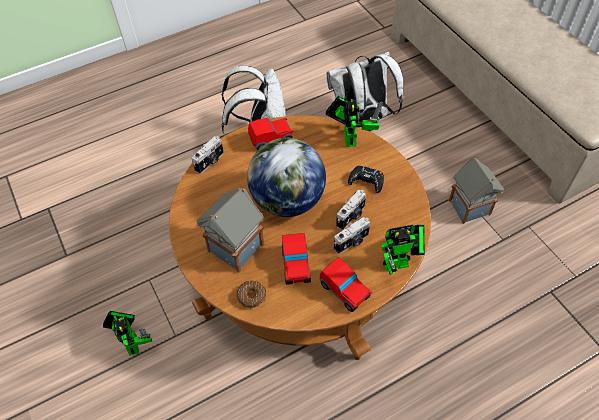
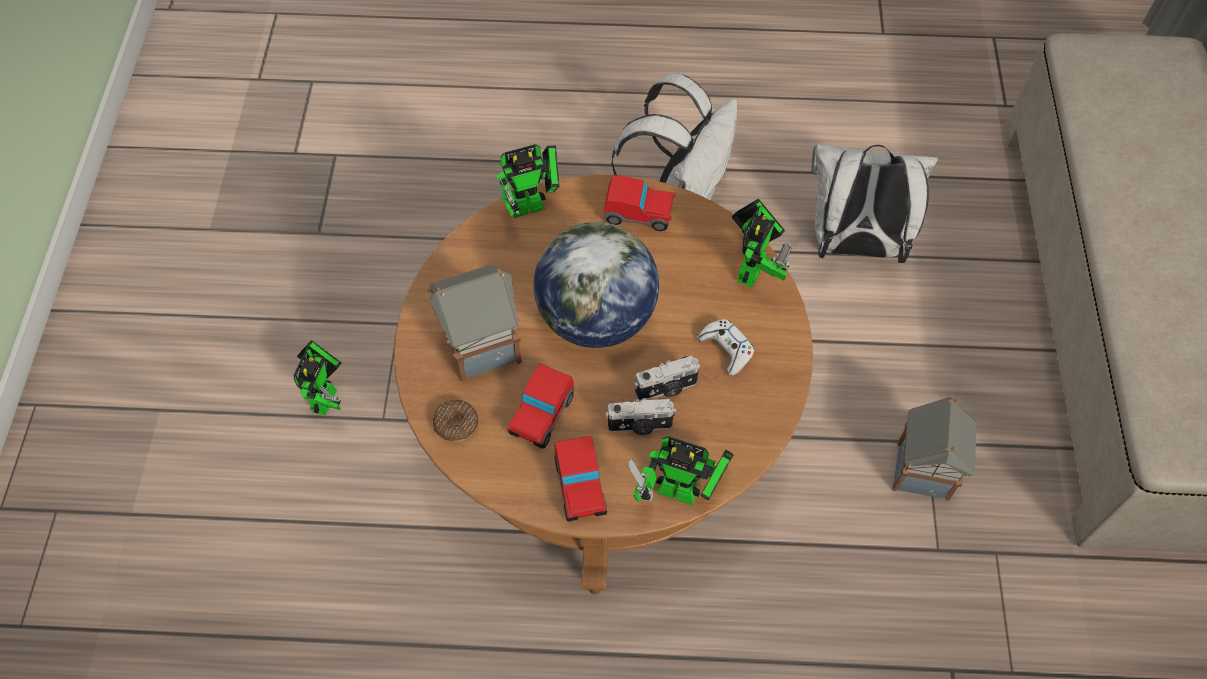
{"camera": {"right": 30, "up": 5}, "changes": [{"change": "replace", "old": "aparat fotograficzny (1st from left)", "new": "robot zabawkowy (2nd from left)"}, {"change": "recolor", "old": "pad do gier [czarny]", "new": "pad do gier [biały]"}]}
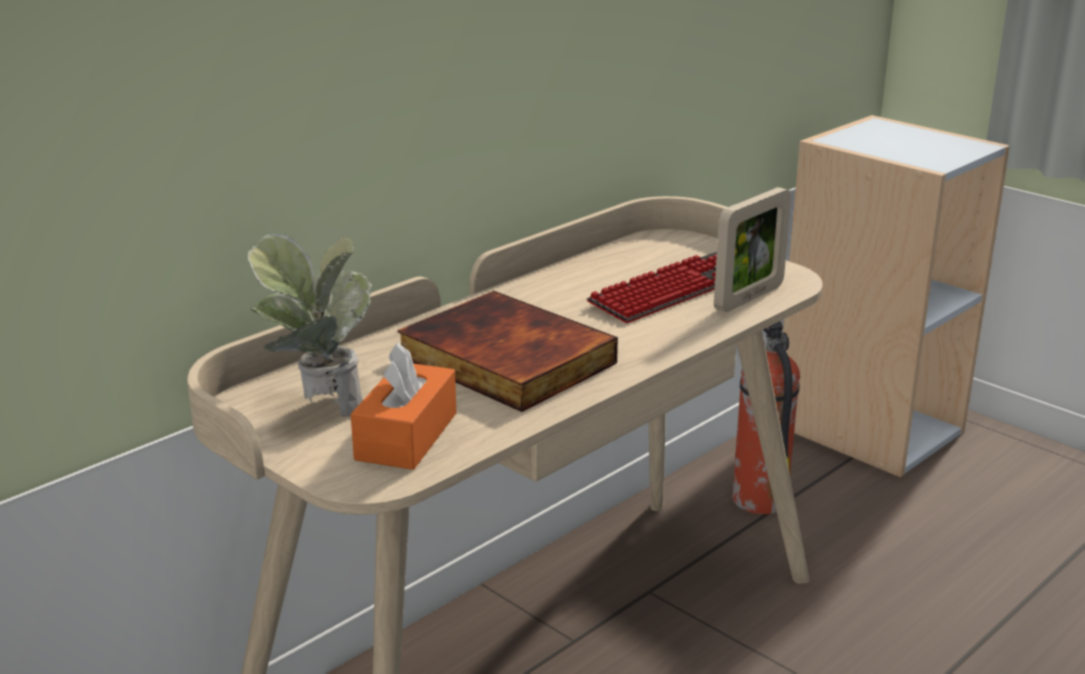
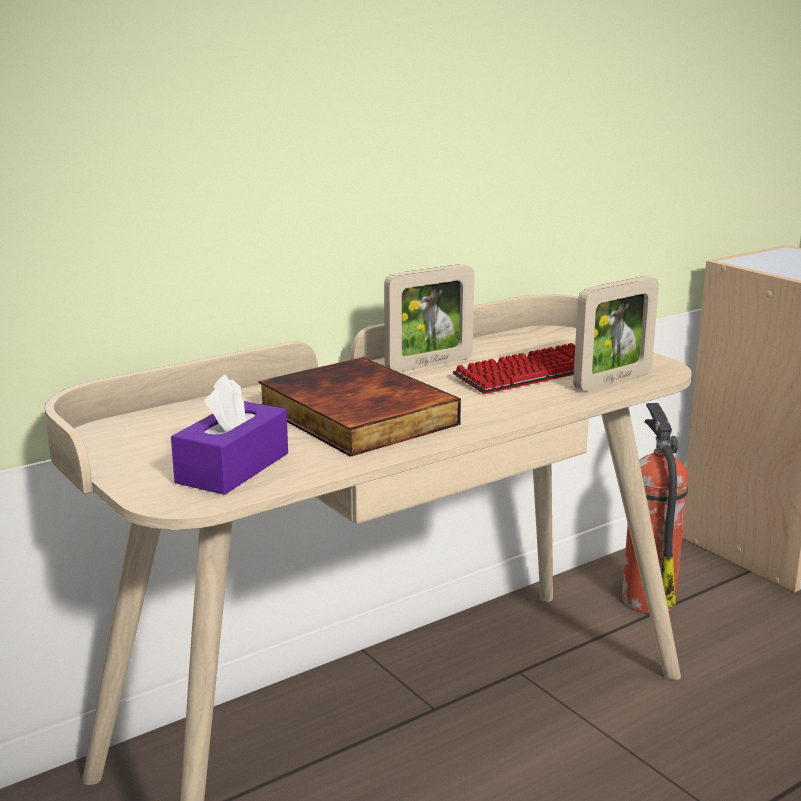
{"camera": {"right": 10, "up": -5}, "changes": [{"change": "delete", "old": "roślina doniczkowa"}, {"change": "recolor", "old": "pudełko chusteczek [pomarańczowy]", "new": "pudełko chusteczek [fioletowy]"}, {"change": "insert", "new": "ramka na zdjęcie (1st from left)"}]}
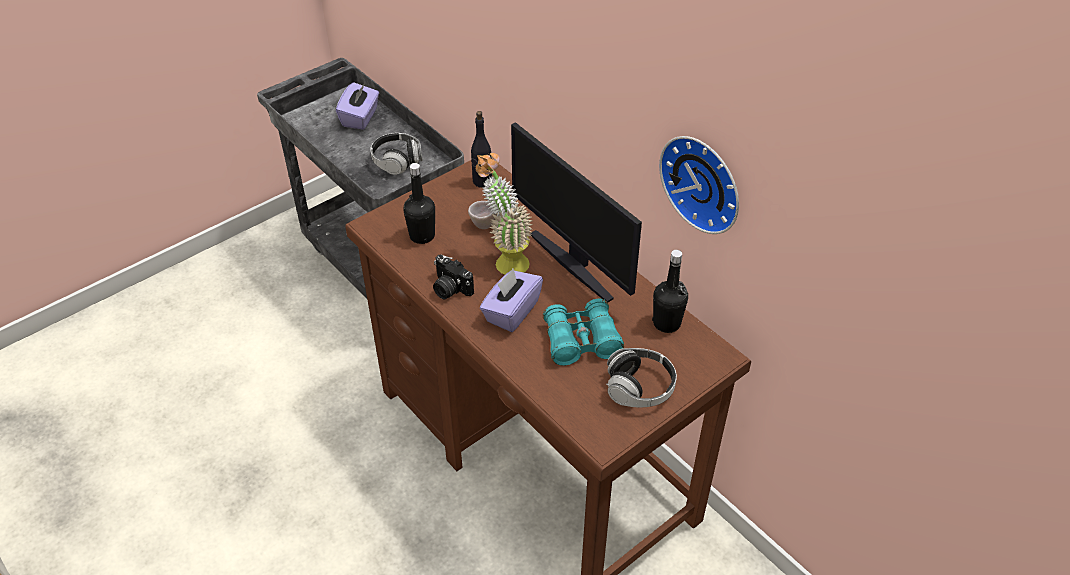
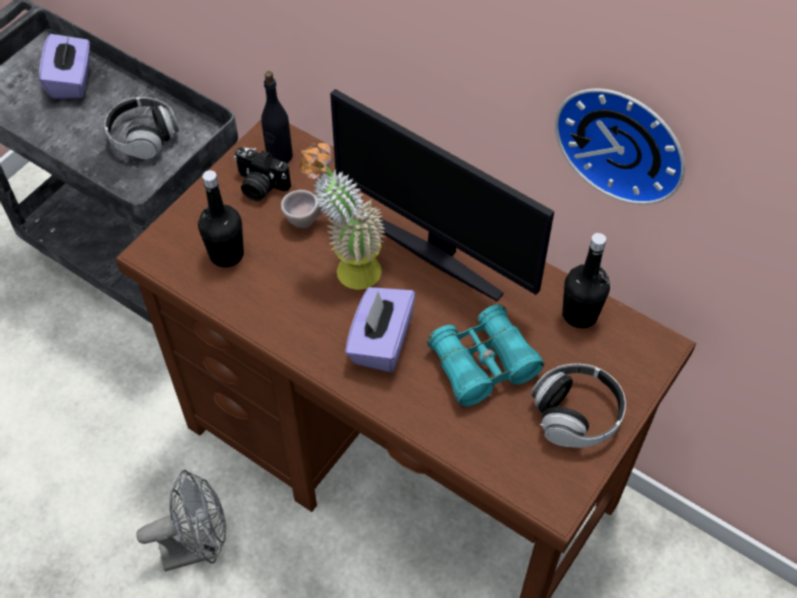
{"camera": {"right": -15, "up": 10}, "changes": [{"change": "move", "old": "aparat fotograficzny"}, {"change": "insert", "new": "wentylator [szary]"}]}
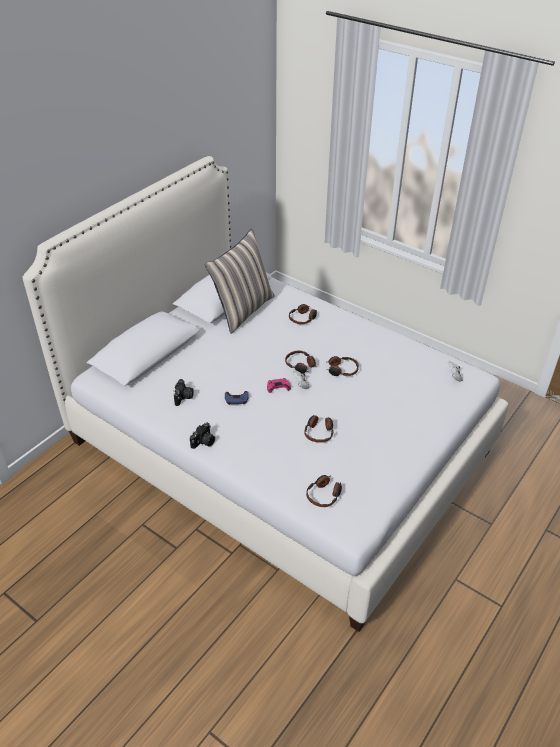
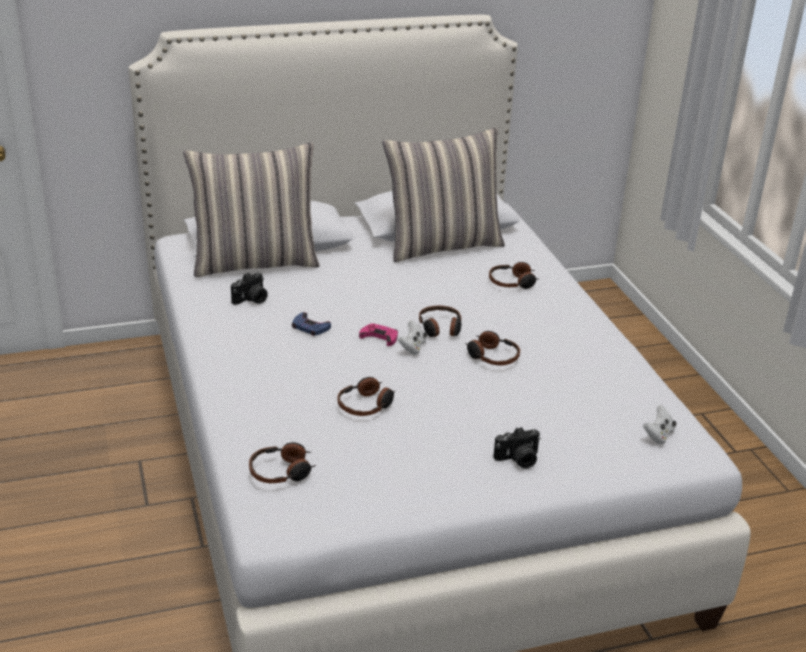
{"camera": {"right": 35, "up": -10}, "changes": [{"change": "move", "old": "aparat fotograficzny (2nd from left)"}, {"change": "insert", "new": "poduszka (1st from left)"}]}
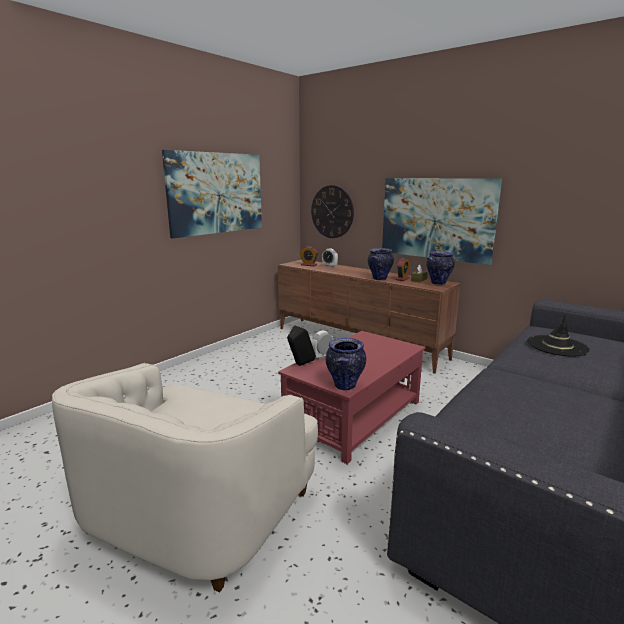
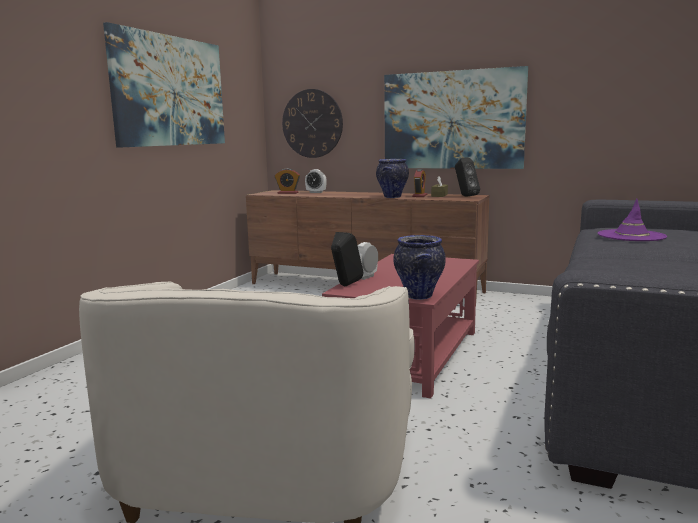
{"camera": {"right": -15, "up": -5}, "changes": [{"change": "replace", "old": "wazon (3rd from left)", "new": "głośnik [czarny] (2nd from left)"}, {"change": "recolor", "old": "kapelusz [czarny]", "new": "kapelusz [fioletowy]"}]}
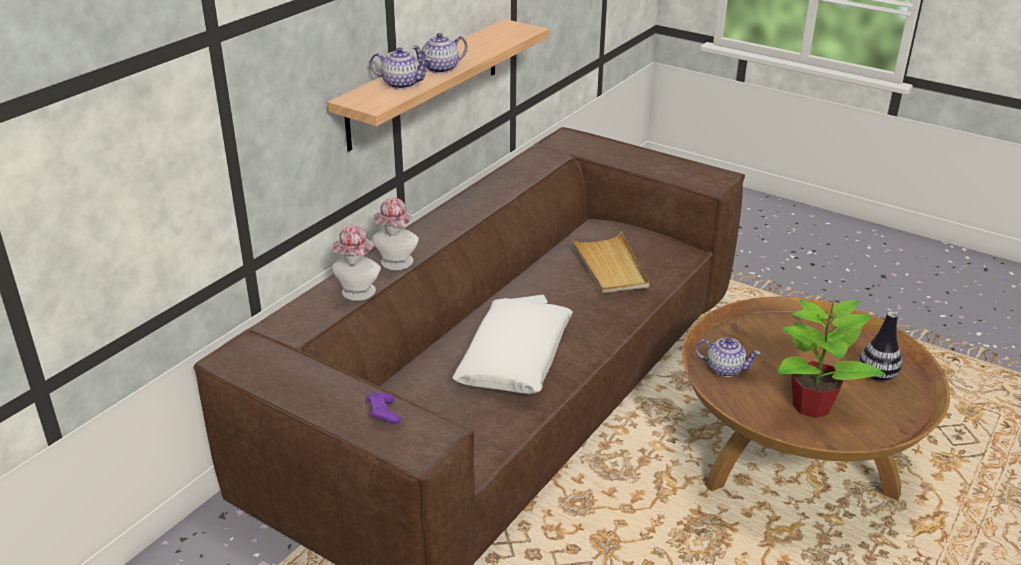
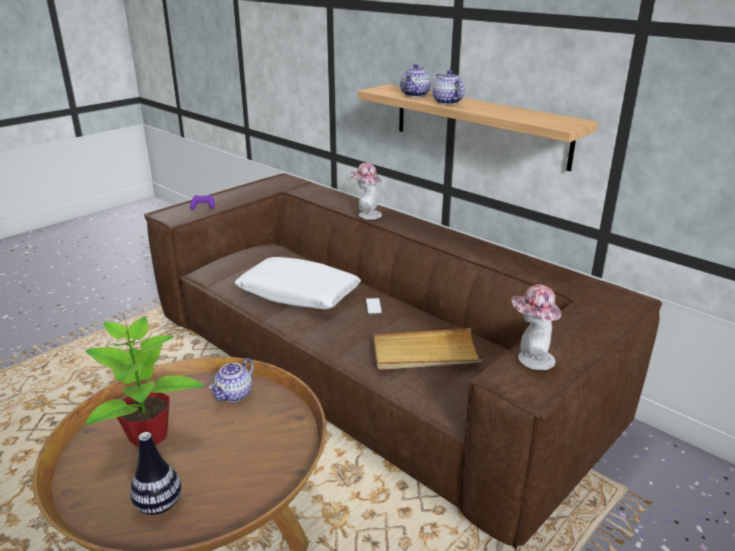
{"camera": {"right": 100, "up": -5}, "changes": [{"change": "move", "old": "kapelusz (1st from left in the first image)", "new": "kapelusz (2nd from left)"}]}
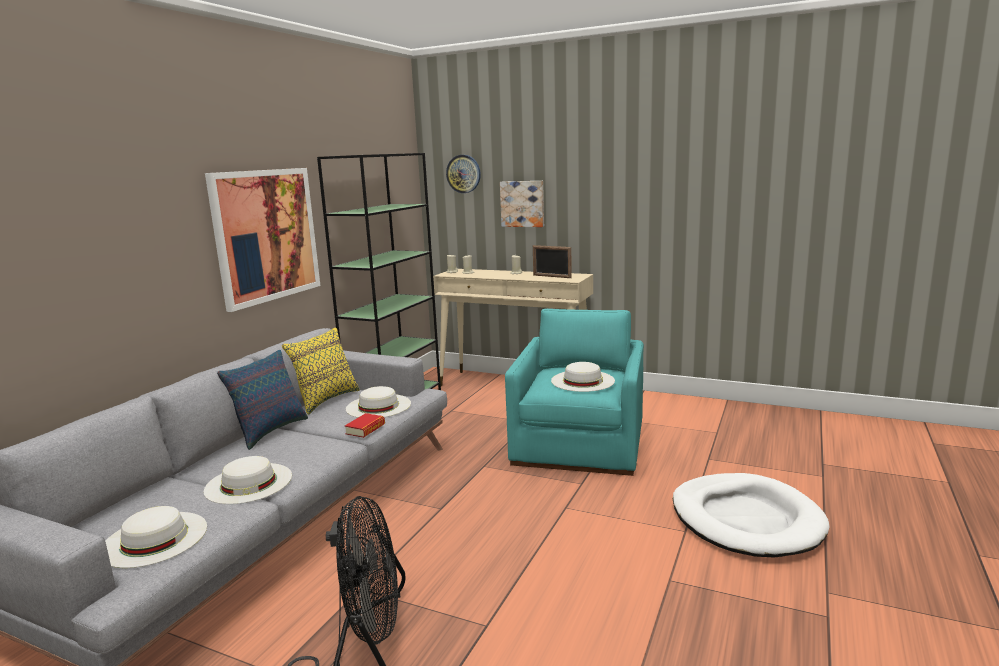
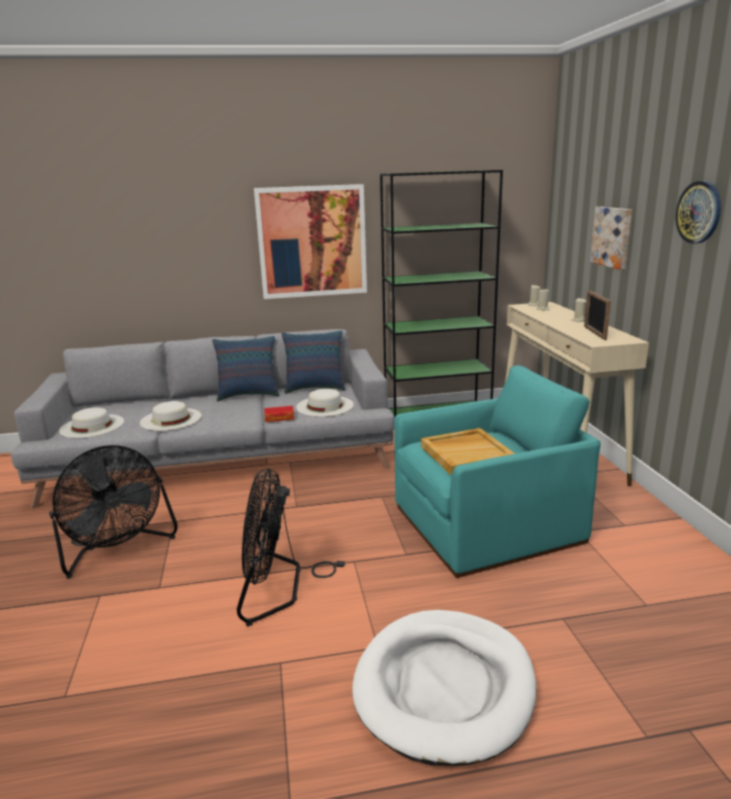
{"camera": {"right": 55, "up": 5}, "changes": [{"change": "move", "old": "zegar ścienny"}, {"change": "recolor", "old": "poduszka [żółty]", "new": "poduszka [niebieski] (2nd from left)"}, {"change": "replace", "old": "kapelusz [biały] (4th from left)", "new": "taca [beżowy]"}, {"change": "insert", "new": "wentylator [czarny] (2nd from left)"}]}
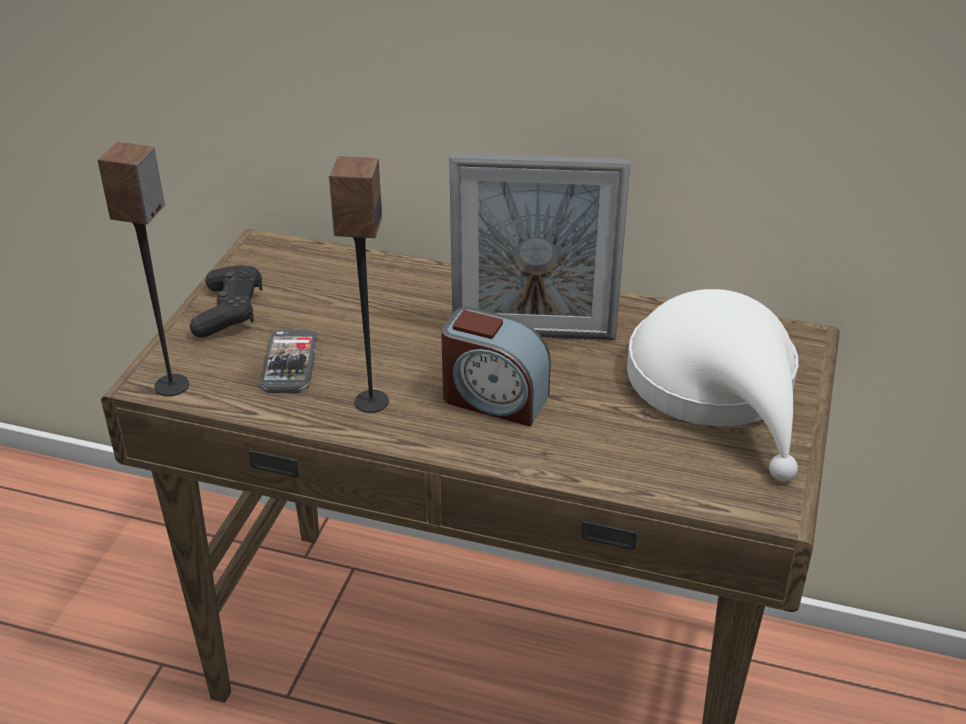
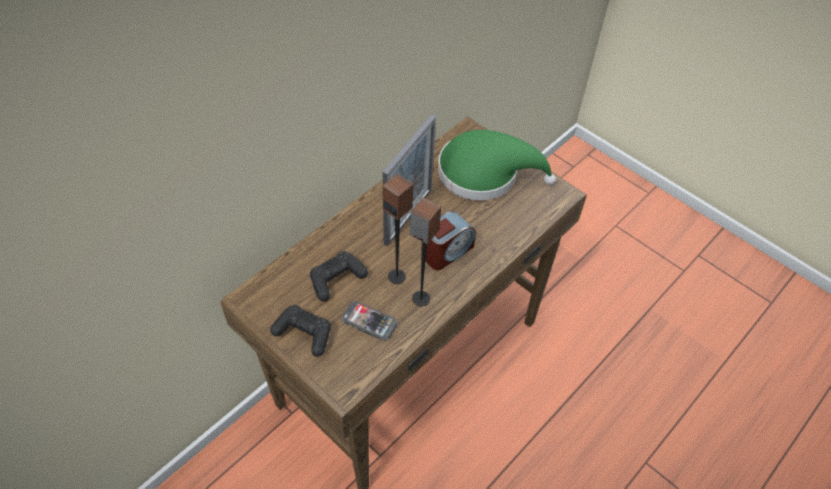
{"camera": {"right": -65, "up": 15}, "changes": [{"change": "move", "old": "głośnik (1st from left)"}, {"change": "recolor", "old": "kapelusz [biały]", "new": "kapelusz [zielony]"}, {"change": "insert", "new": "pad do gier [czarny] (2nd from left)"}]}
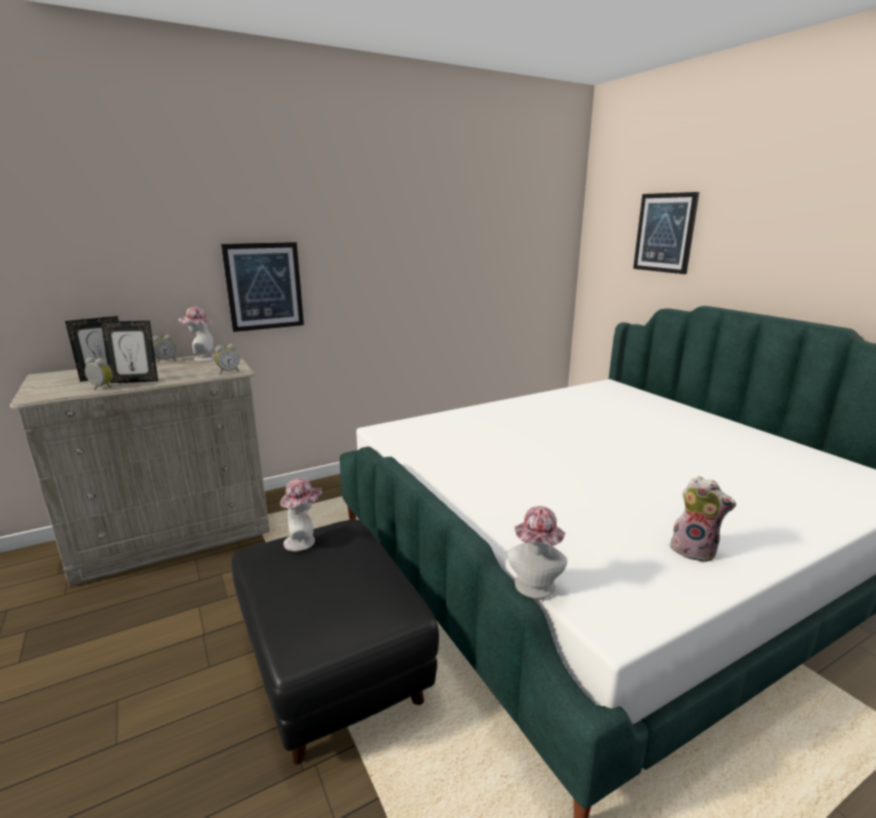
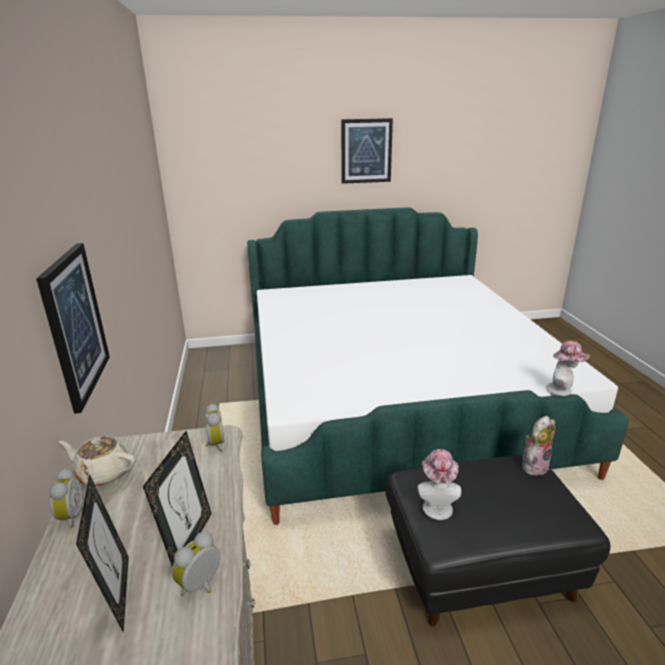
{"camera": {"right": -70, "up": 5}, "changes": [{"change": "move", "old": "obraz (2nd from left)"}, {"change": "replace", "old": "kapelusz (1st from left)", "new": "imbryk [beżowy]"}, {"change": "move", "old": "pluszak"}]}
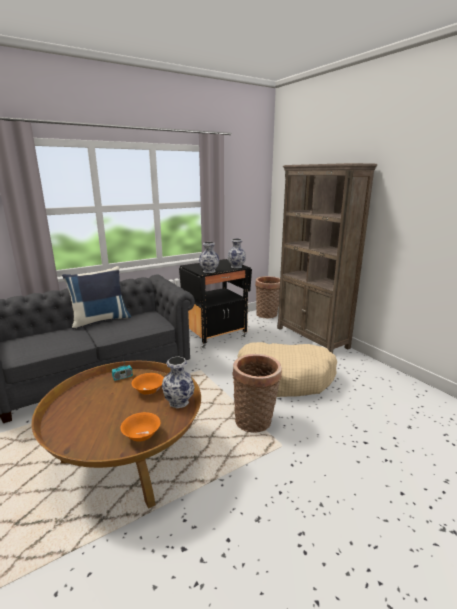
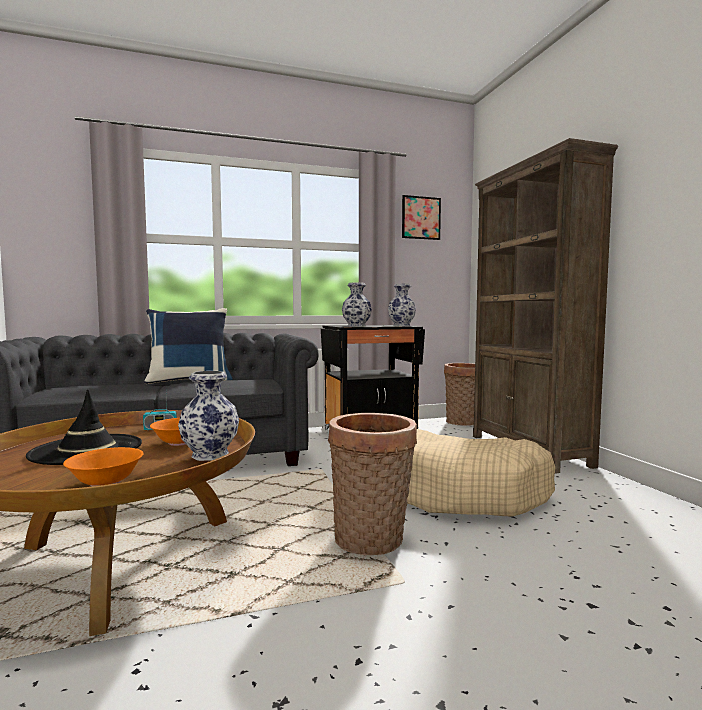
{"camera": {"right": 15, "up": -15}, "changes": [{"change": "insert", "new": "obraz"}, {"change": "insert", "new": "kapelusz [czarny]"}]}
